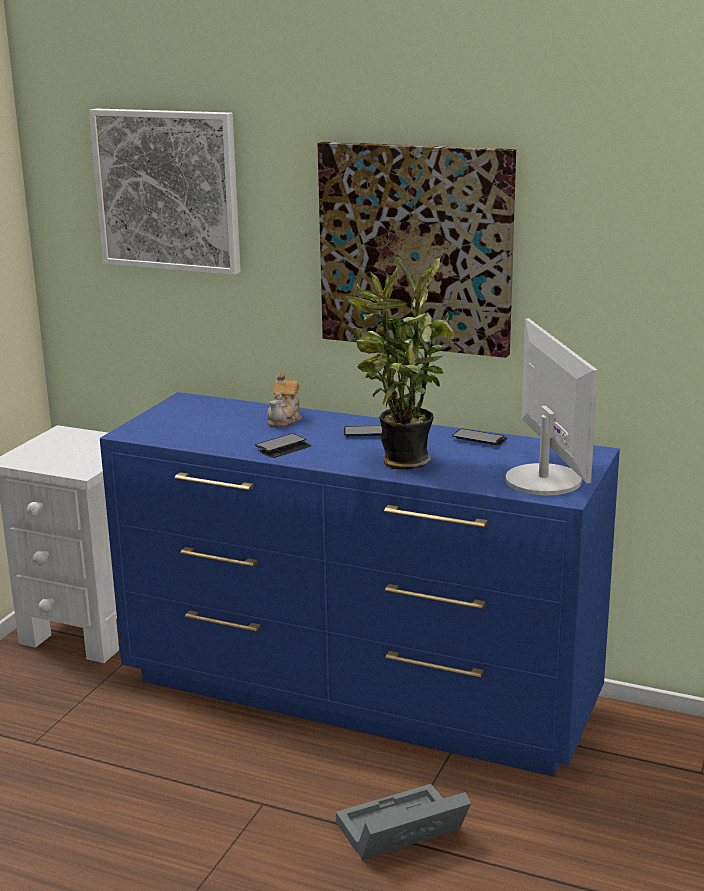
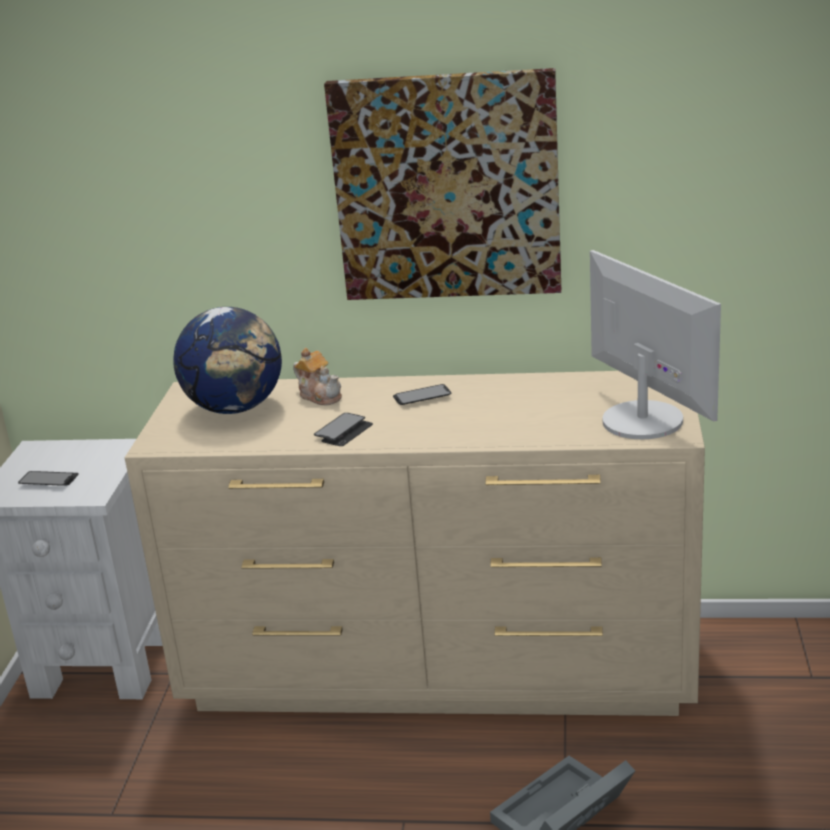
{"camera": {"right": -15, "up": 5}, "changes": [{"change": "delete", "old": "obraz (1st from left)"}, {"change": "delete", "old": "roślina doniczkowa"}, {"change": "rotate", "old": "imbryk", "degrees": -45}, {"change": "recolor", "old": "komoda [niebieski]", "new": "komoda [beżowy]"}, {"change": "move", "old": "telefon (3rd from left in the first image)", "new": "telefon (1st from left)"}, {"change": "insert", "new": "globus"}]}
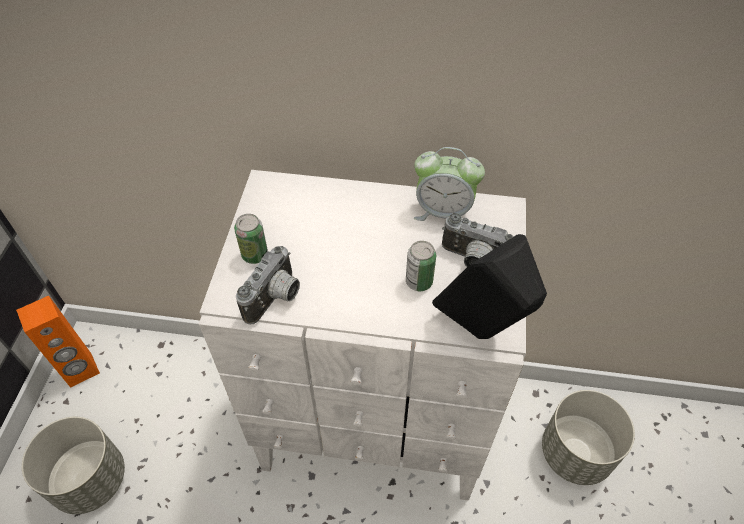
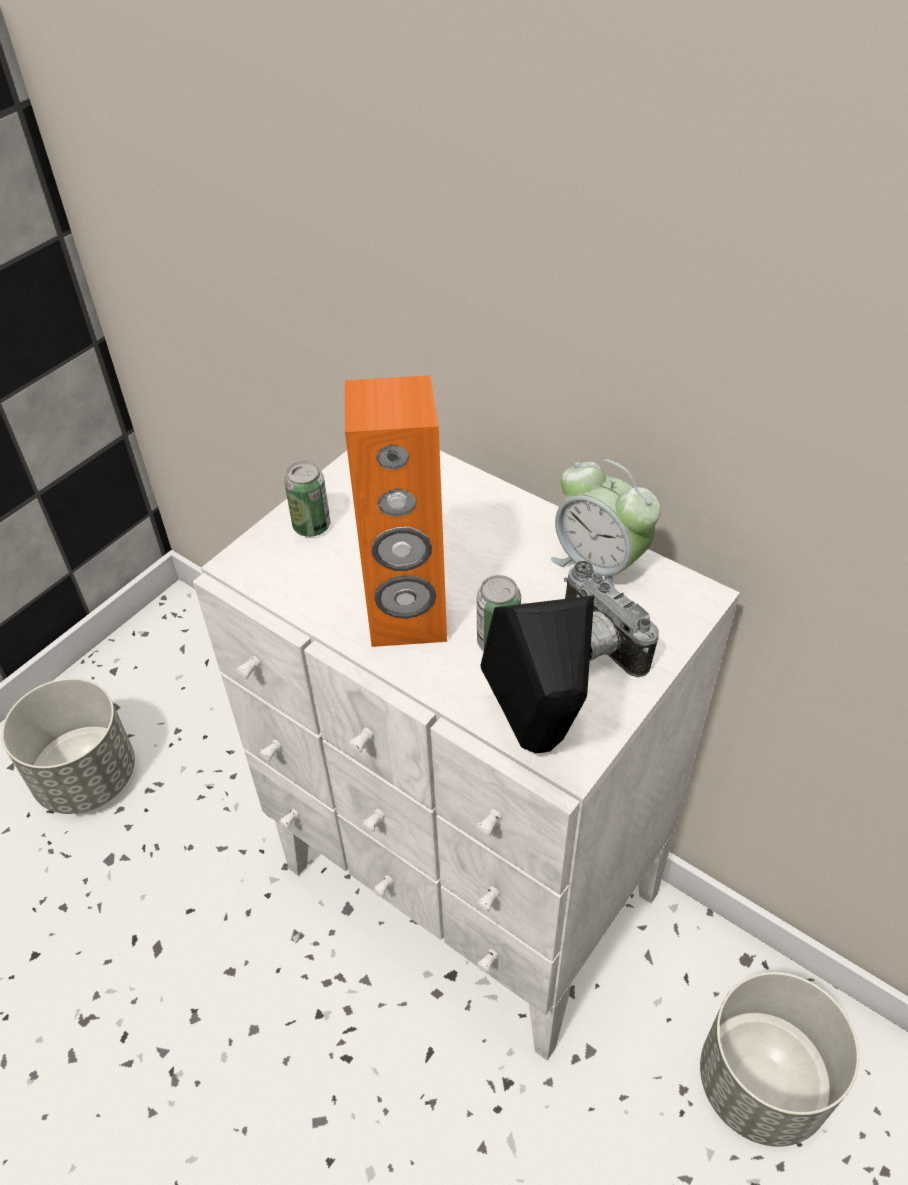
{"camera": {"right": 30, "up": -5}, "changes": [{"change": "delete", "old": "aparat fotograficzny (1st from left)"}, {"change": "move", "old": "głośnik [pomarańczowy]"}]}
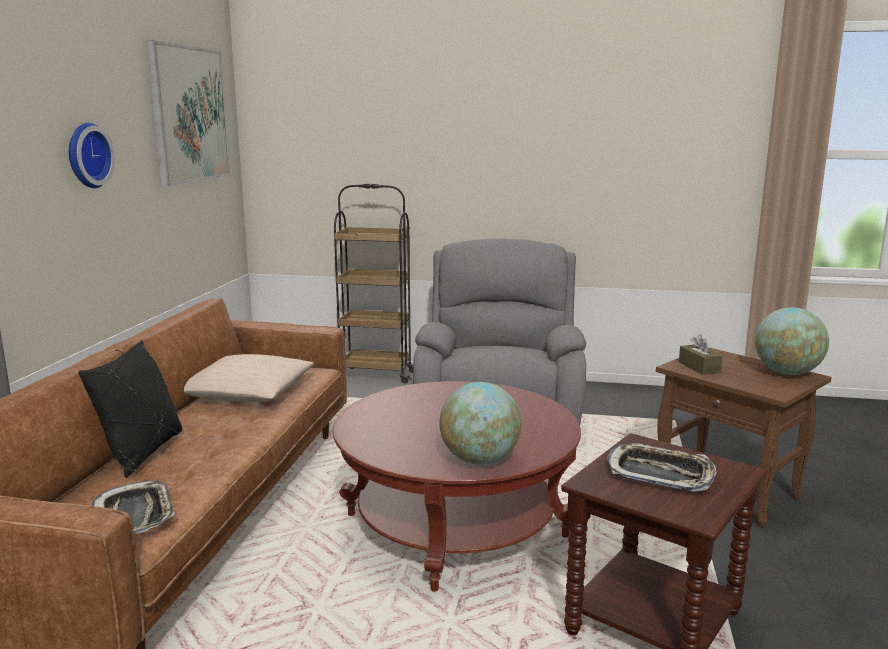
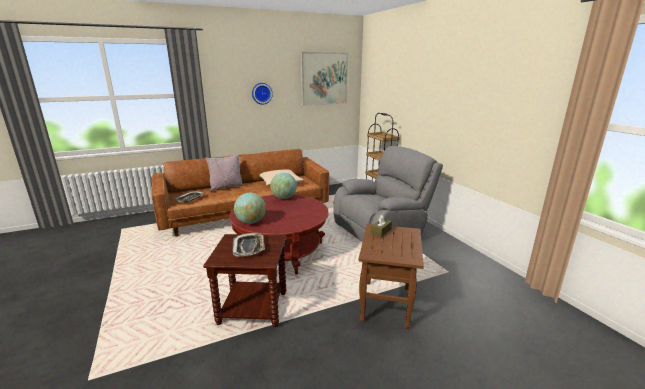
{"camera": {"right": 55, "up": 5}, "changes": [{"change": "move", "old": "globus (2nd from left)"}, {"change": "recolor", "old": "poduszka [czarny]", "new": "poduszka [fioletowy]"}]}
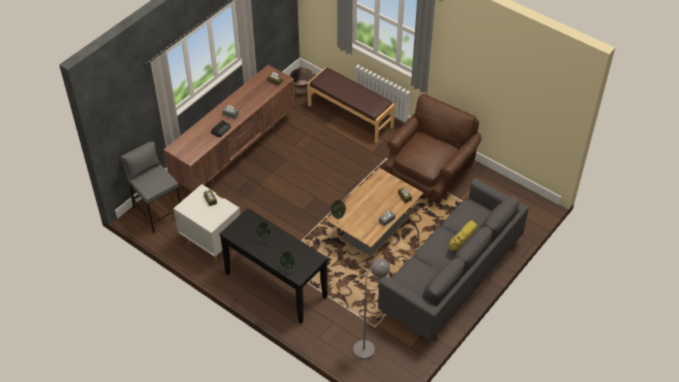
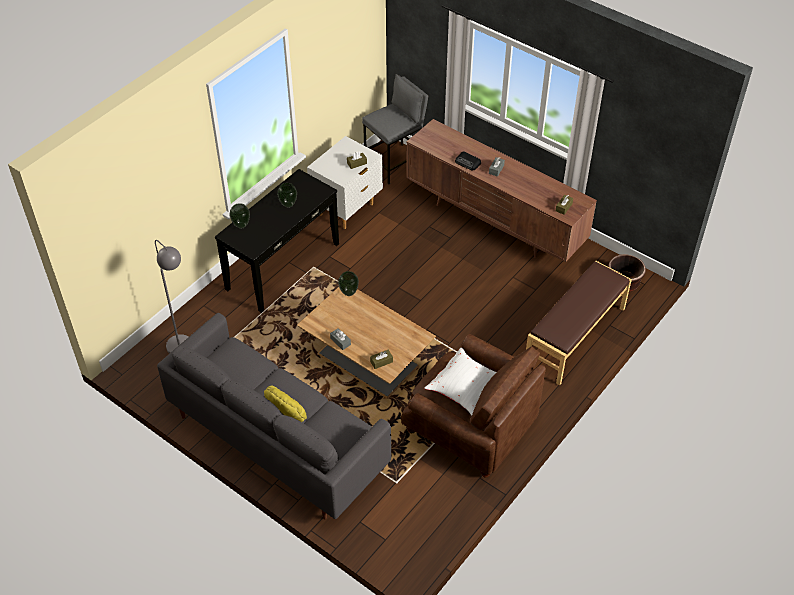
{"camera": {"right": 90, "up": 0}, "changes": [{"change": "insert", "new": "poduszka [biały]"}]}
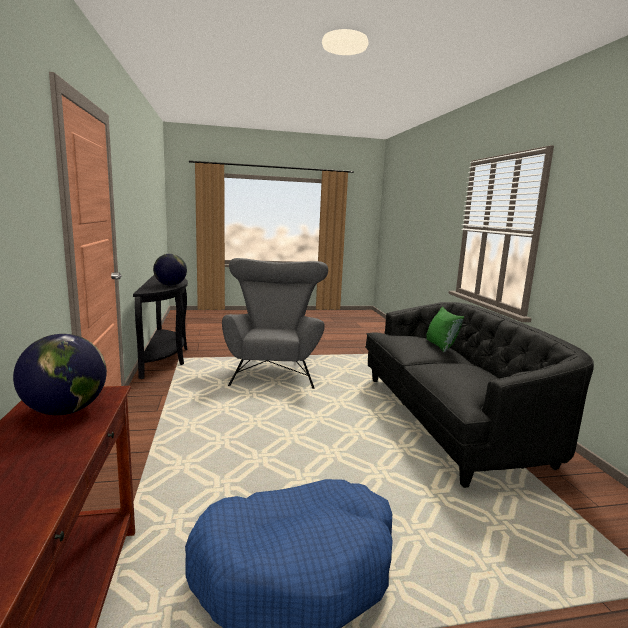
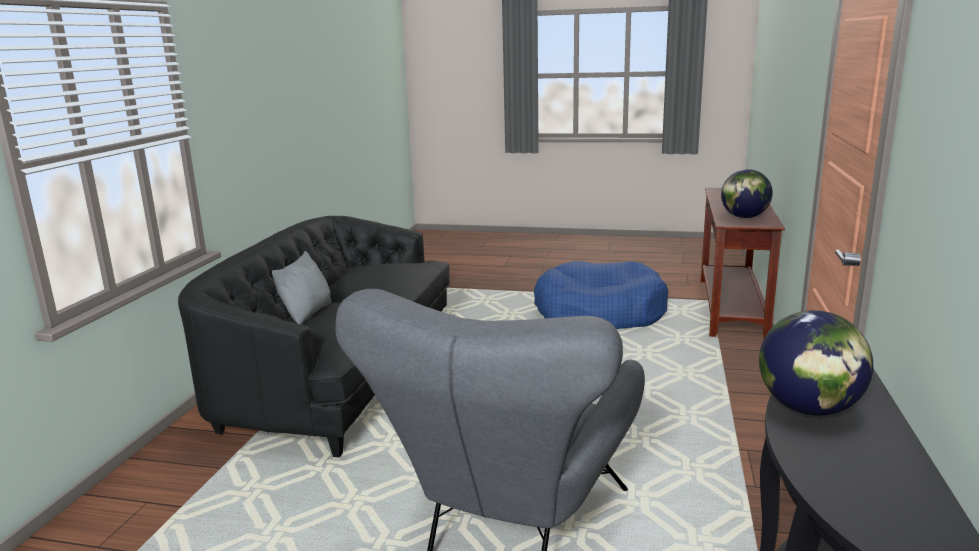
{"camera": {"right": -155, "up": 5}, "changes": [{"change": "recolor", "old": "poduszka [zielony]", "new": "poduszka [szary]"}]}
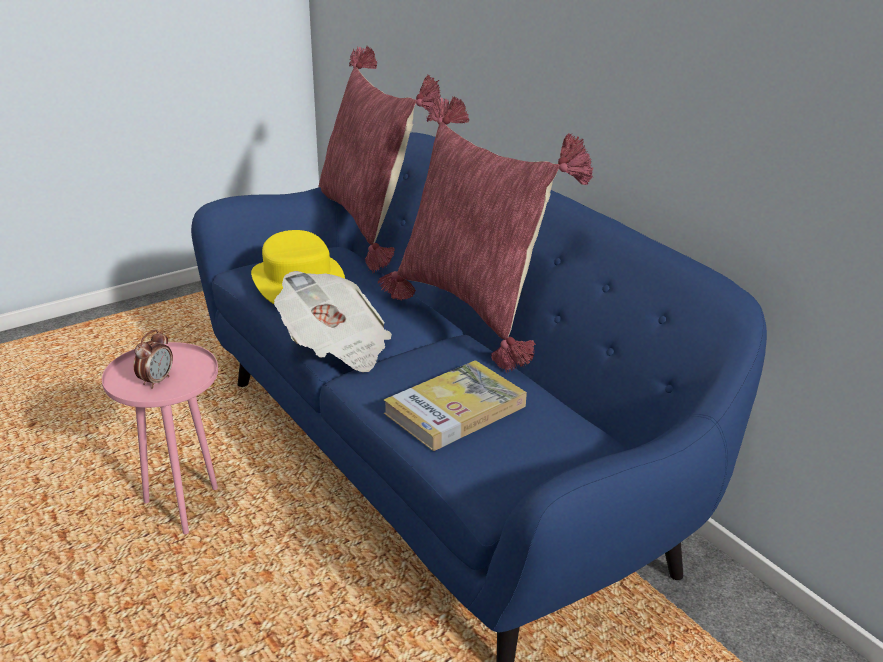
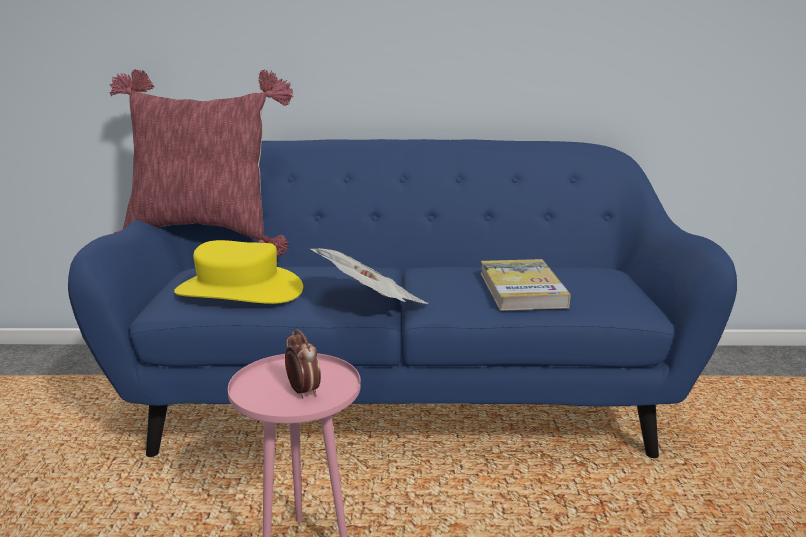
{"camera": {"right": -55, "up": -10}, "changes": [{"change": "delete", "old": "poduszka [czerwony] (2nd from left)"}]}
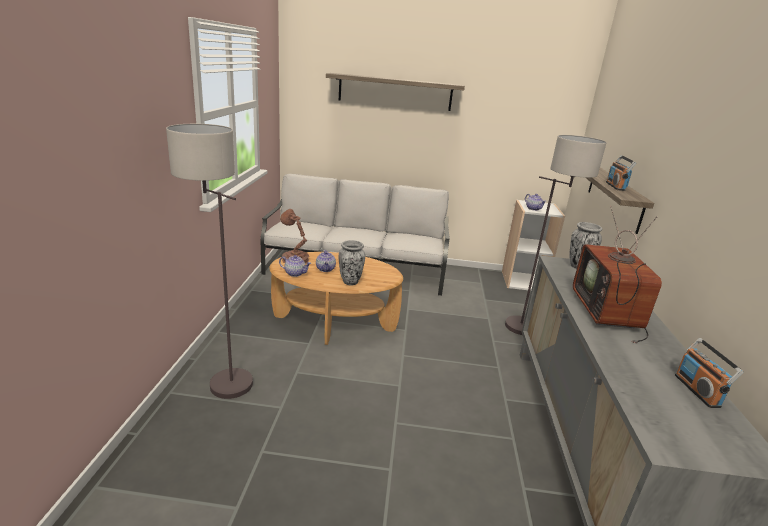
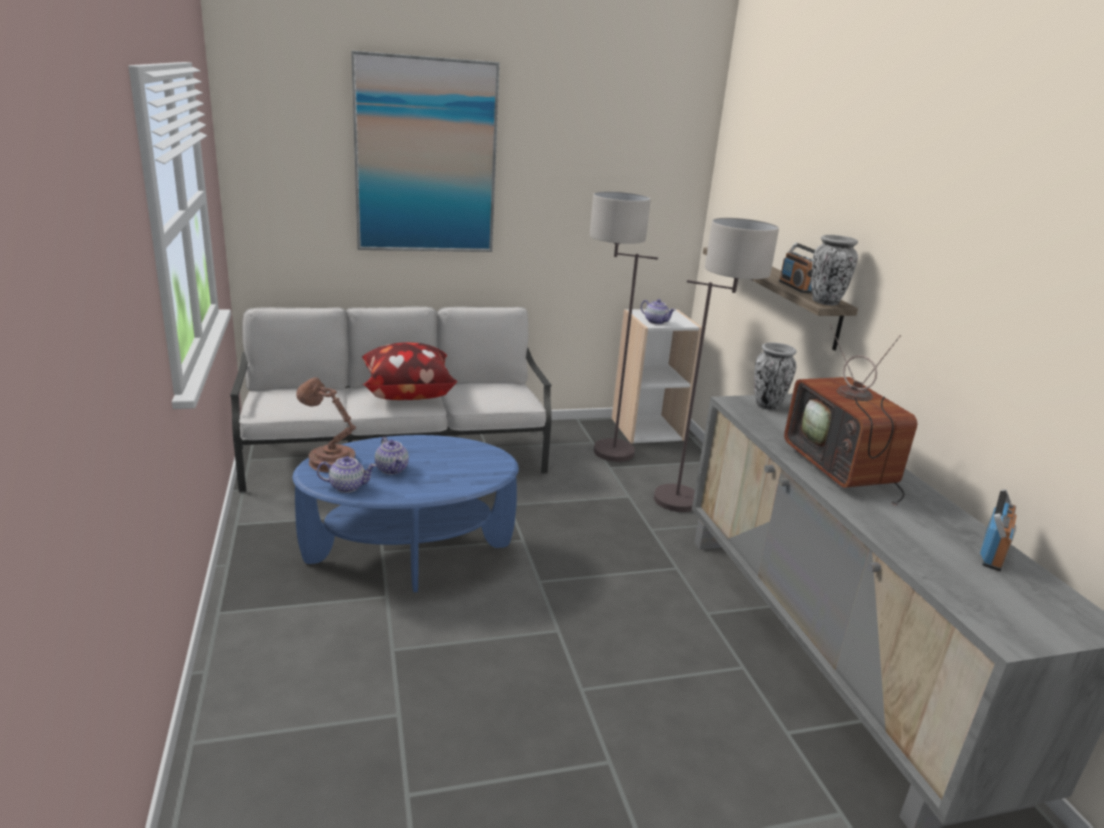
{"camera": {"right": -20, "up": 0}, "changes": [{"change": "replace", "old": "półka (1st from left)", "new": "obraz"}, {"change": "move", "old": "lampa stojąca [szary] (1st from left)"}, {"change": "move", "old": "wazon (1st from left in the first image)", "new": "wazon (2nd from left)"}, {"change": "recolor", "old": "ława [brązowy]", "new": "ława [niebieski]"}, {"change": "rotate", "old": "radio (2nd from left)", "degrees": -120}, {"change": "insert", "new": "poduszka"}]}
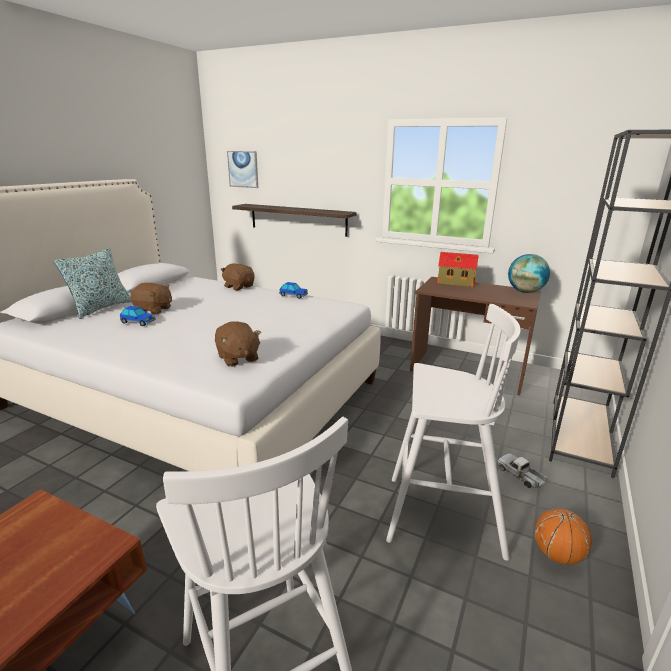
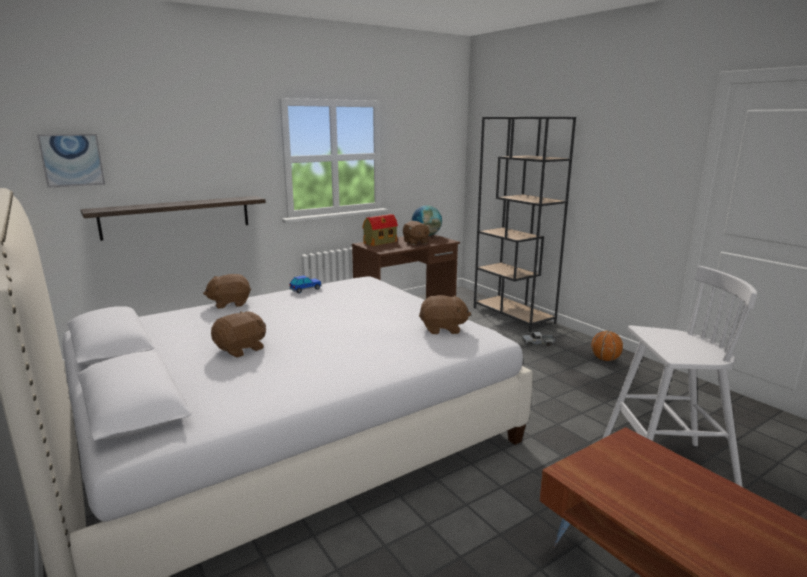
{"camera": {"right": -60, "up": -5}, "changes": [{"change": "delete", "old": "poduszka"}, {"change": "delete", "old": "stołek [biały] (2nd from left)"}, {"change": "delete", "old": "samochodzik (1st from left)"}, {"change": "insert", "new": "pluszak [brązowy] (3rd from left)"}]}
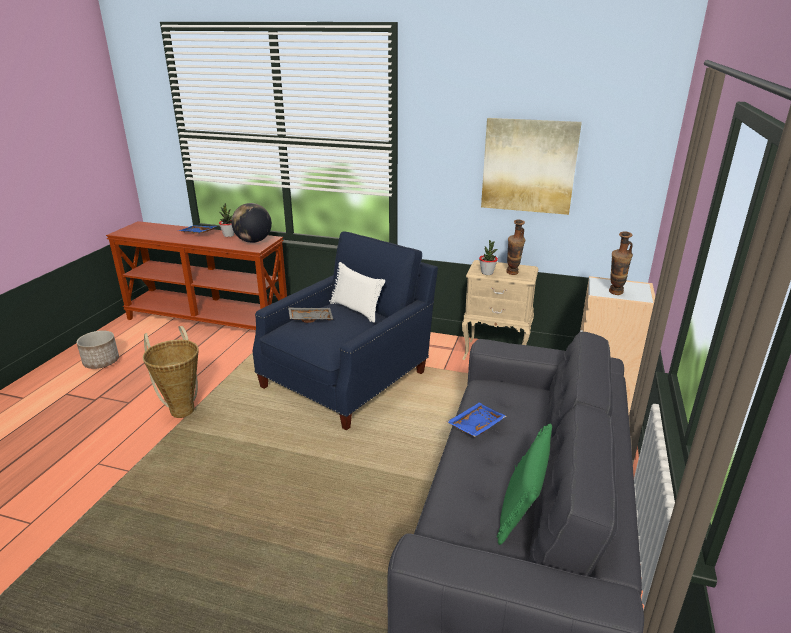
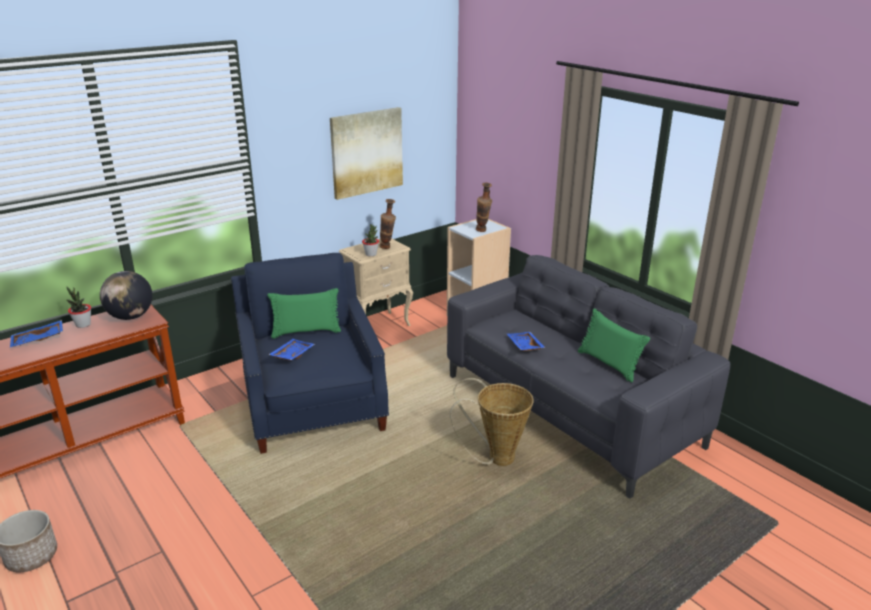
{"camera": {"right": -55, "up": 0}, "changes": [{"change": "recolor", "old": "poduszka [biały]", "new": "poduszka [zielony] (1st from left)"}, {"change": "recolor", "old": "taca [szary]", "new": "taca [niebieski] (2nd from left)"}, {"change": "move", "old": "koszyk"}]}
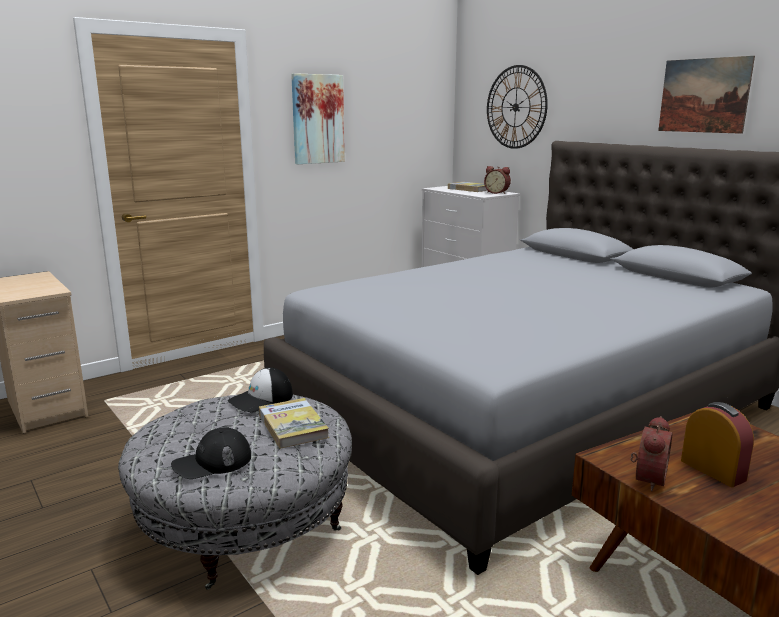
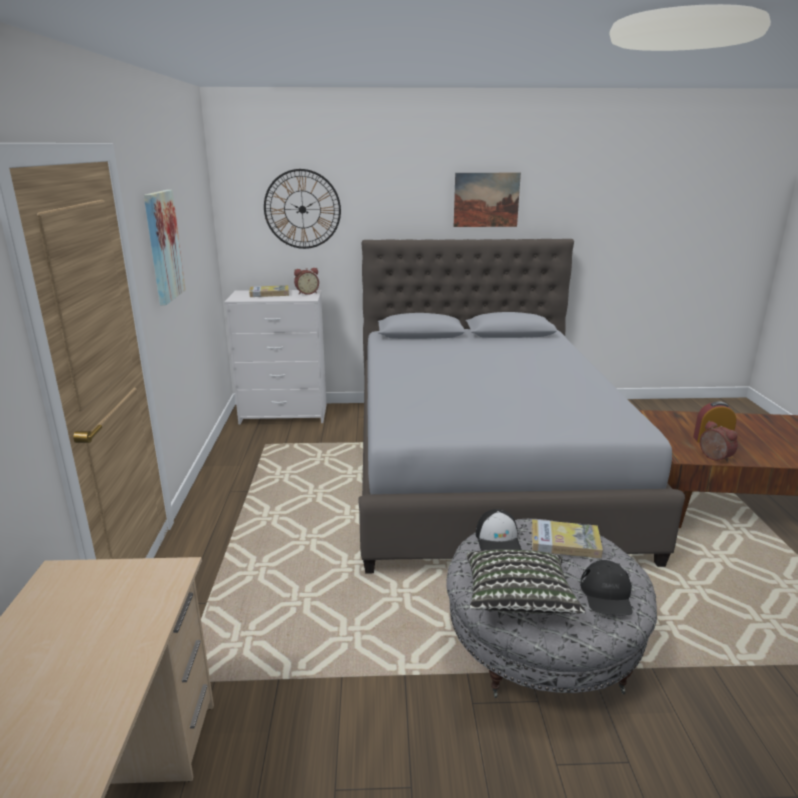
{"camera": {"right": -55, "up": 5}, "changes": [{"change": "insert", "new": "poduszka"}]}
